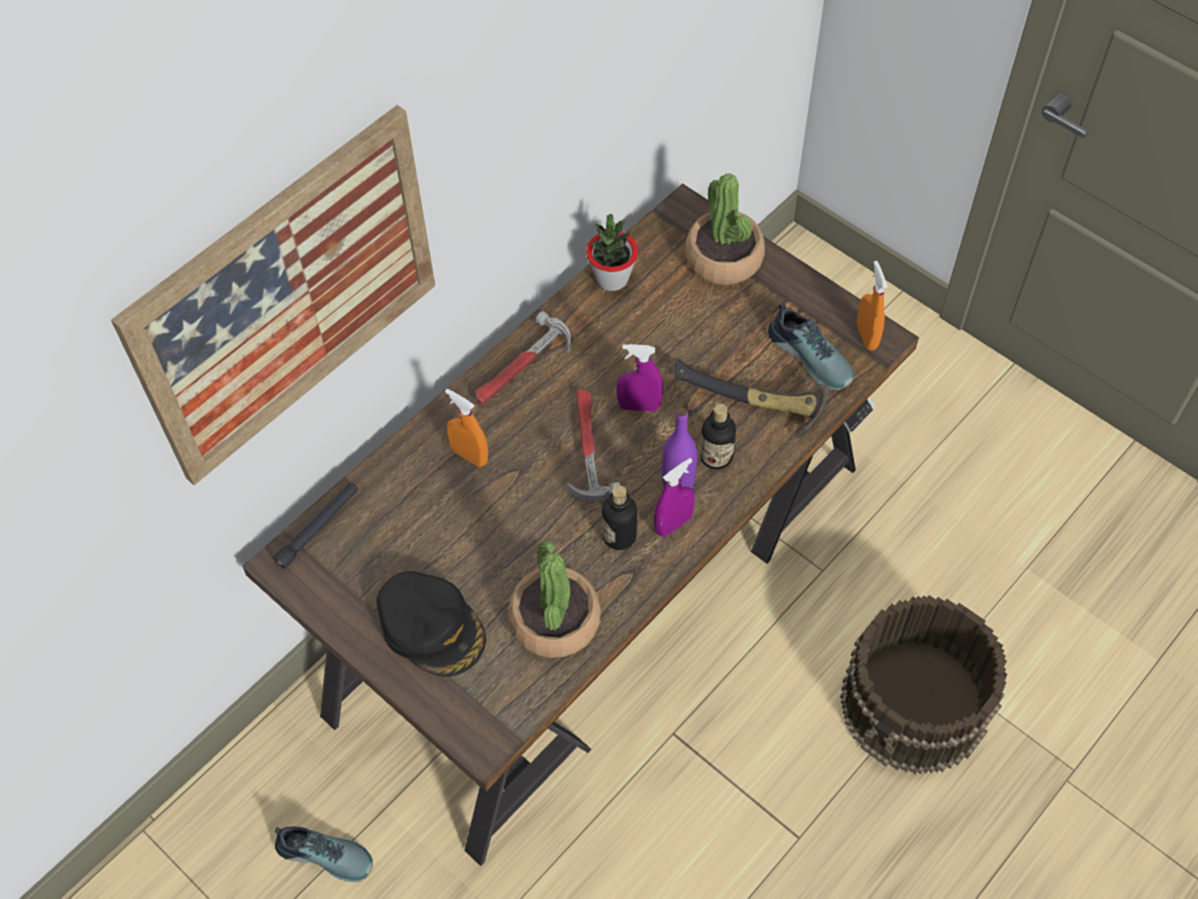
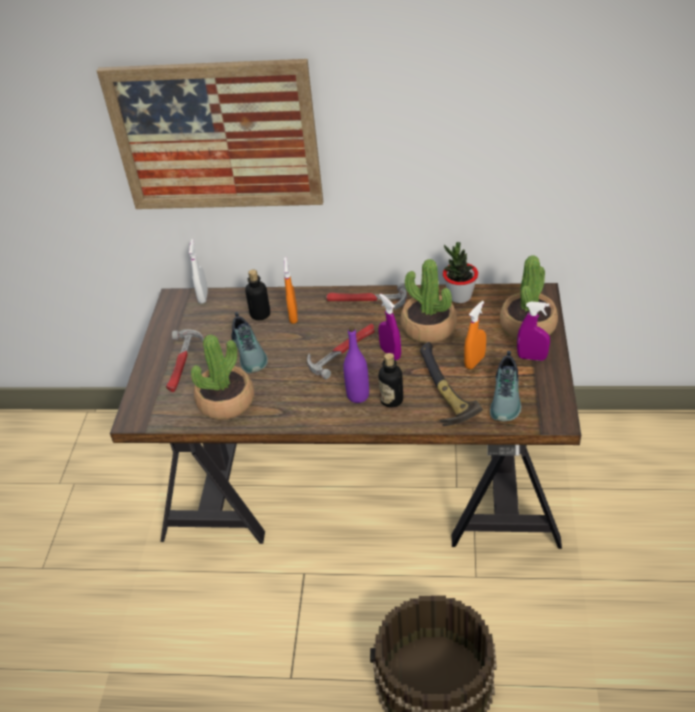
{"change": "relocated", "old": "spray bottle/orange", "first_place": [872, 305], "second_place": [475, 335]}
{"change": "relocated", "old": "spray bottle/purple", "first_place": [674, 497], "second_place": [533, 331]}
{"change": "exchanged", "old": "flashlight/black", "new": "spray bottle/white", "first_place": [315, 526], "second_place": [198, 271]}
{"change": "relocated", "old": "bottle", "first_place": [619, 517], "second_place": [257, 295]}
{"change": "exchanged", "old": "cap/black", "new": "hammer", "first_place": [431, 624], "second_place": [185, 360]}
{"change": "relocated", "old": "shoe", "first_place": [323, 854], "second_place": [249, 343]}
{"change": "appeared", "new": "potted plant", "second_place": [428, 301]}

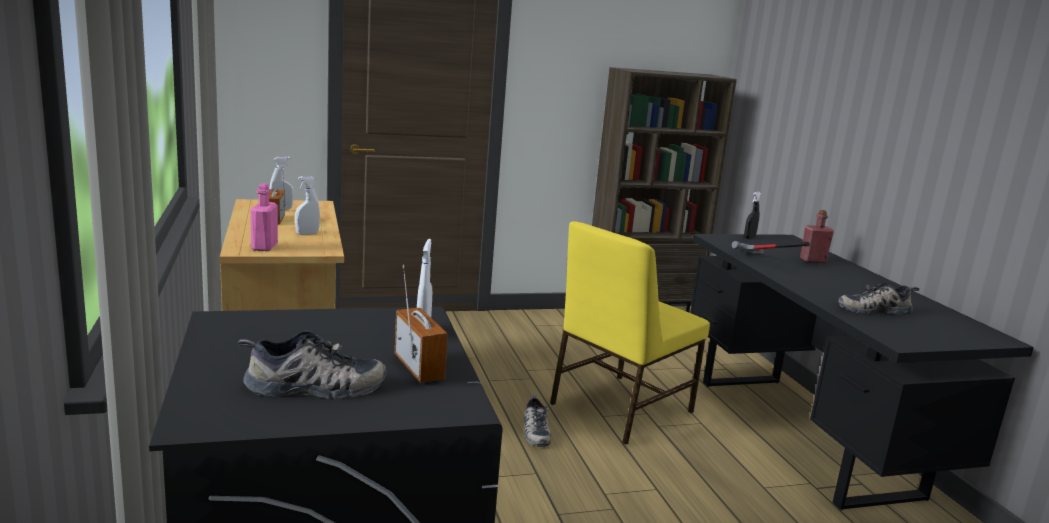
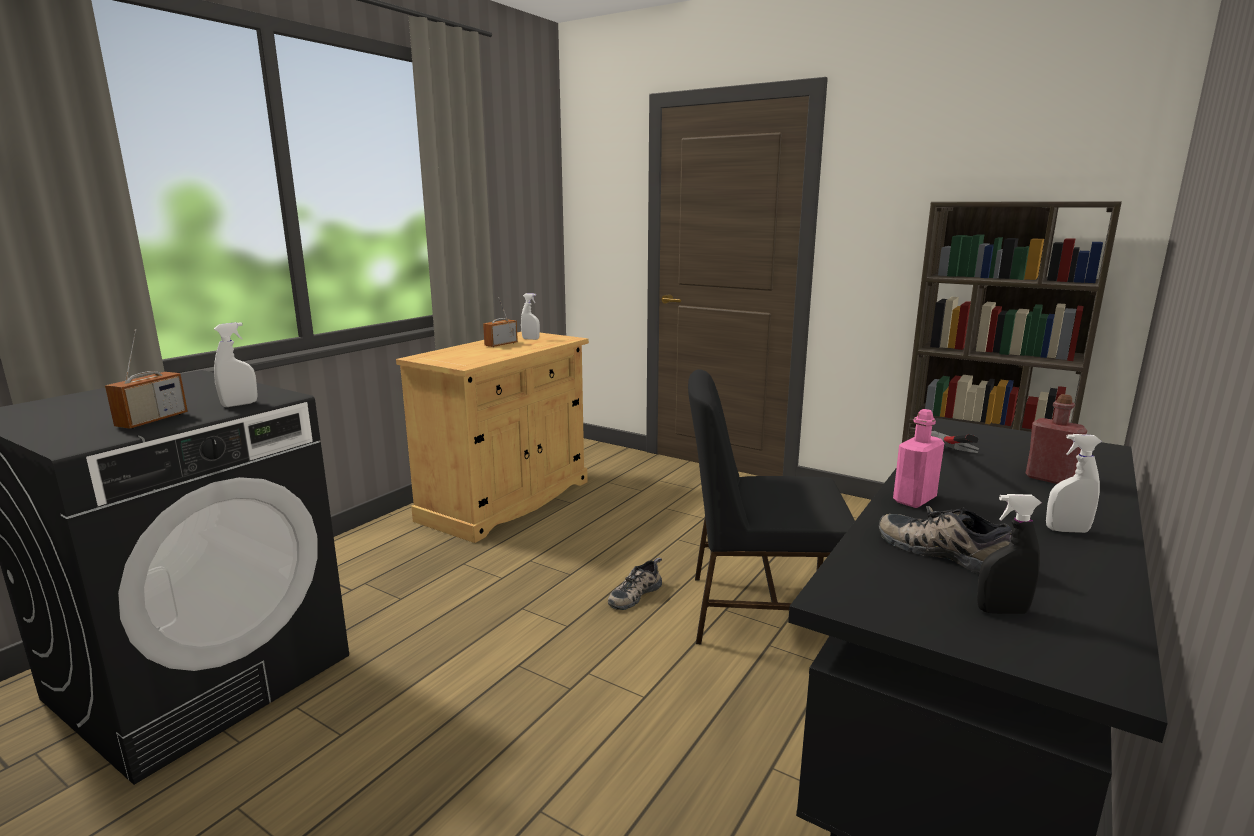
{"change": "relocated", "old": "spray bottle/white", "first_place": [307, 205], "second_place": [1074, 483]}
{"change": "relocated", "old": "bottle/pink", "first_place": [264, 217], "second_place": [918, 458]}
{"change": "relocated", "old": "spray bottle/black", "first_place": [752, 215], "second_place": [1009, 554]}
{"change": "colour", "old": "chair/yellow", "new": "chair/black", "first_place": [630, 333], "second_place": [771, 506]}
{"change": "missing", "old": "shoe", "first_place": [312, 364]}

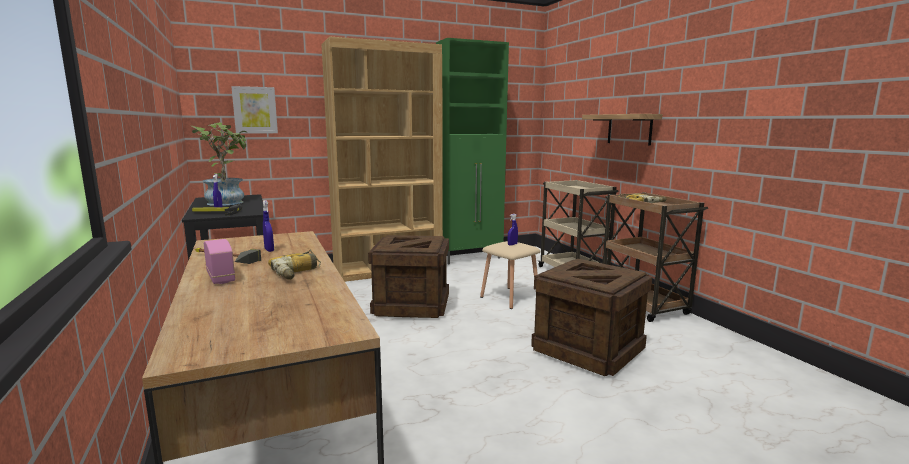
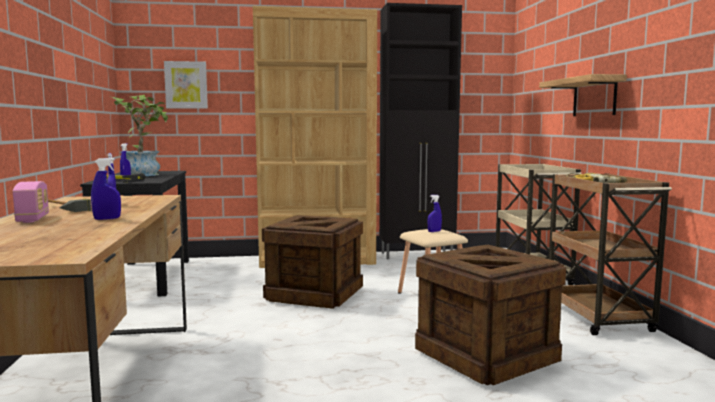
{"change": "colour", "old": "cabinet/green", "new": "cabinet/black", "first_place": [472, 151], "second_place": [420, 131]}
{"change": "exchanged", "old": "power drill", "new": "spray bottle/blue", "first_place": [294, 264], "second_place": [106, 189]}

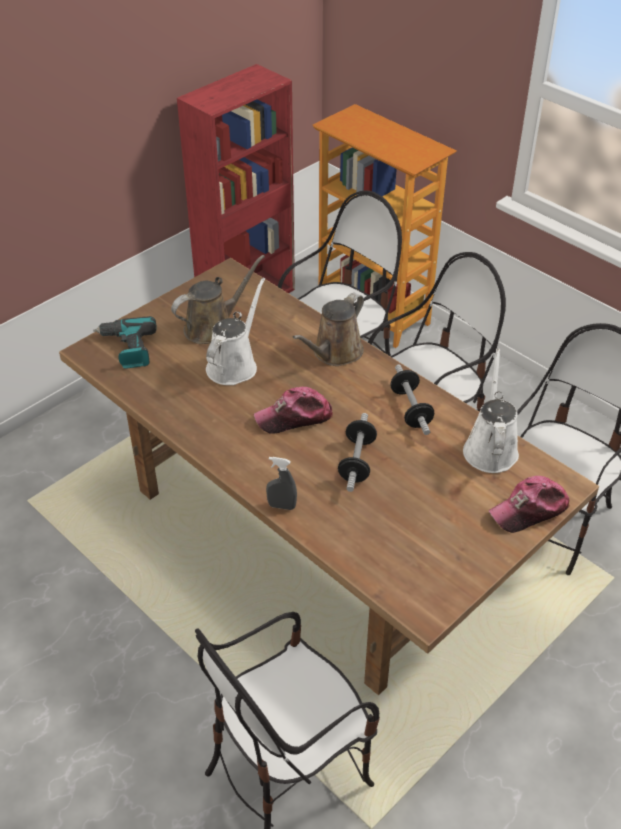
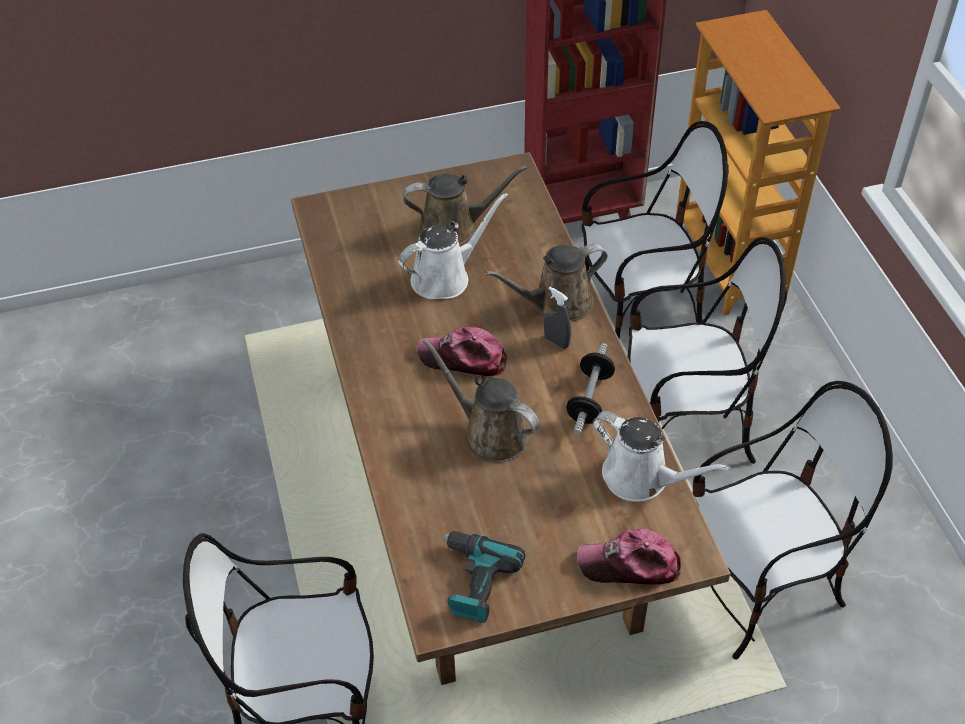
{"change": "relocated", "old": "power drill", "first_place": [125, 342], "second_place": [482, 577]}
{"change": "spun", "old": "watering can/white", "first_place": [491, 410], "second_place": [661, 456], "degrees": 90}
{"change": "exchanged", "old": "dumbbell", "new": "watering can/brown", "first_place": [357, 452], "second_place": [481, 400]}
{"change": "relocated", "old": "spray bottle/grey", "first_place": [281, 483], "second_place": [557, 318]}

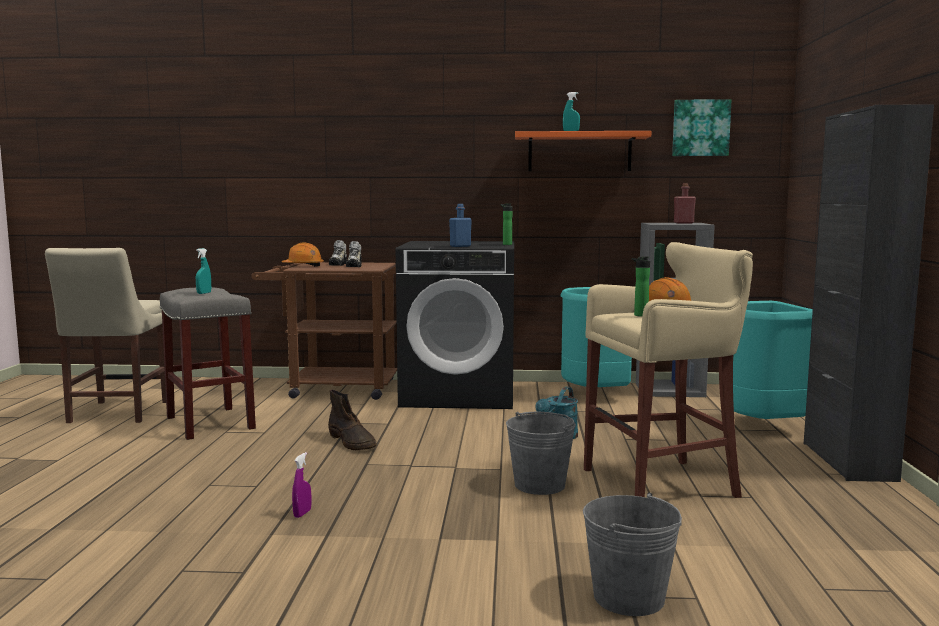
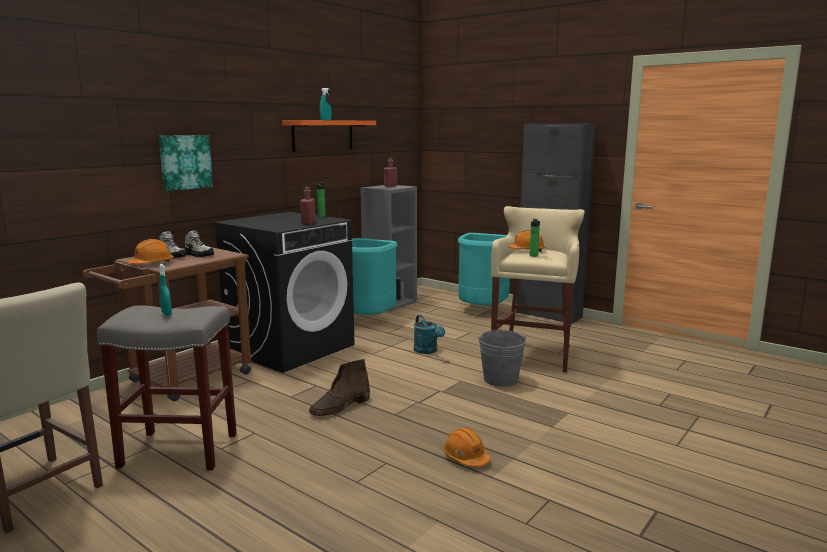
{"change": "relocated", "old": "picture", "first_place": [701, 127], "second_place": [186, 163]}
{"change": "colour", "old": "bottle/blue", "new": "bottle/red", "first_place": [460, 225], "second_place": [307, 206]}
{"change": "spun", "old": "boot/brown", "first_place": [352, 419], "second_place": [339, 387], "degrees": 135}
{"change": "exchanged", "old": "spray bottle/purple", "new": "hard hat/orange", "first_place": [301, 485], "second_place": [467, 447]}
{"change": "missing", "old": "bucket/grey", "first_place": [632, 554]}

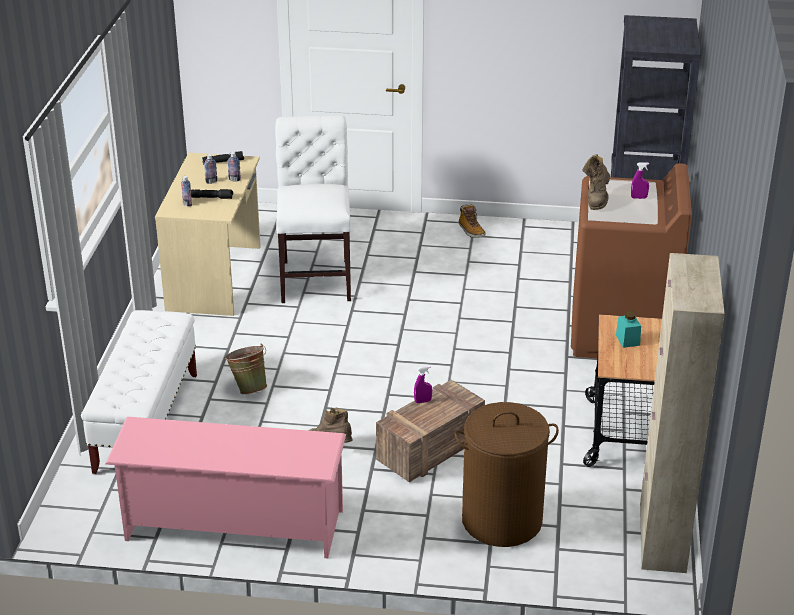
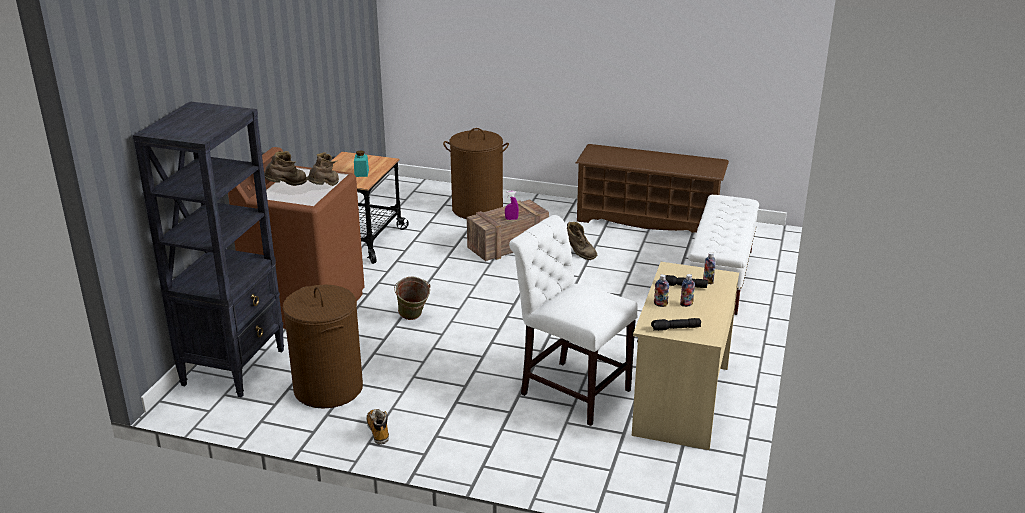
{"change": "spun", "old": "chair/white", "first_place": [313, 209], "second_place": [573, 320], "degrees": 120}
{"change": "exchanged", "old": "spray bottle/purple", "new": "boot/brown", "first_place": [640, 180], "second_place": [285, 168]}
{"change": "missing", "old": "cabinet/beige", "first_place": [682, 413]}
{"change": "relocated", "old": "bucket/green", "first_place": [246, 368], "second_place": [412, 298]}
{"change": "colour", "old": "shoe rack/pink", "new": "shoe rack/brown", "first_place": [226, 487], "second_place": [652, 188]}
{"change": "appeared", "new": "laundry basket/brown", "second_place": [323, 347]}

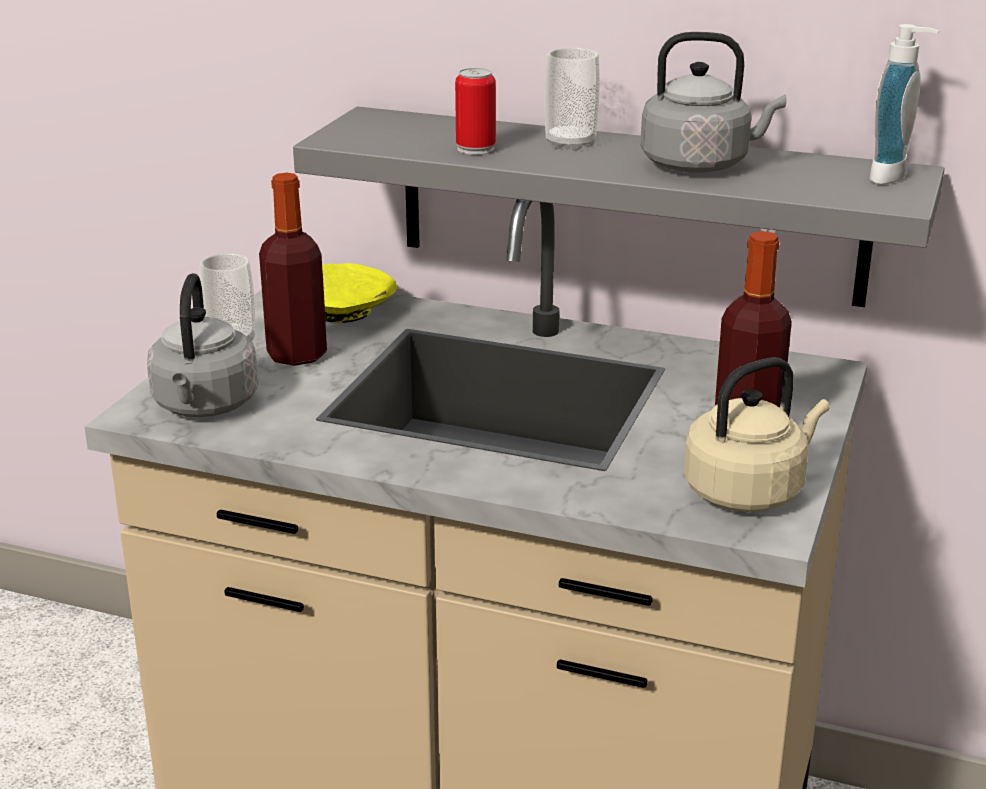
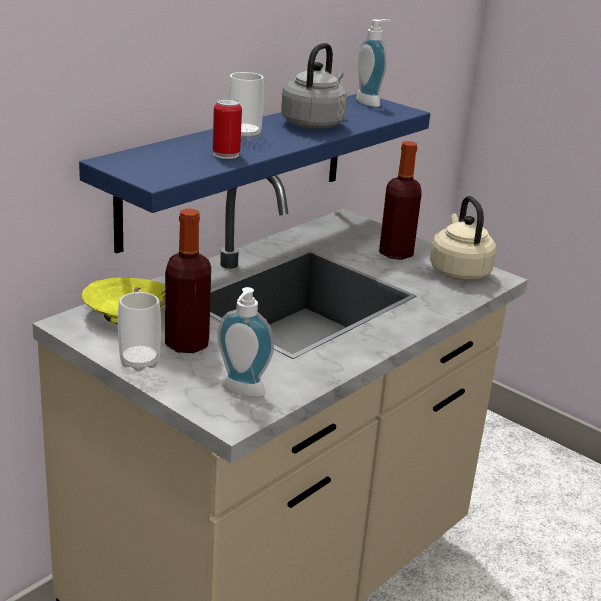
{"change": "colour", "old": "shelf/grey", "new": "shelf/blue", "first_place": [619, 207], "second_place": [254, 174]}
{"change": "exchanged", "old": "kettle/grey", "new": "soap dispenser", "first_place": [203, 345], "second_place": [245, 342]}

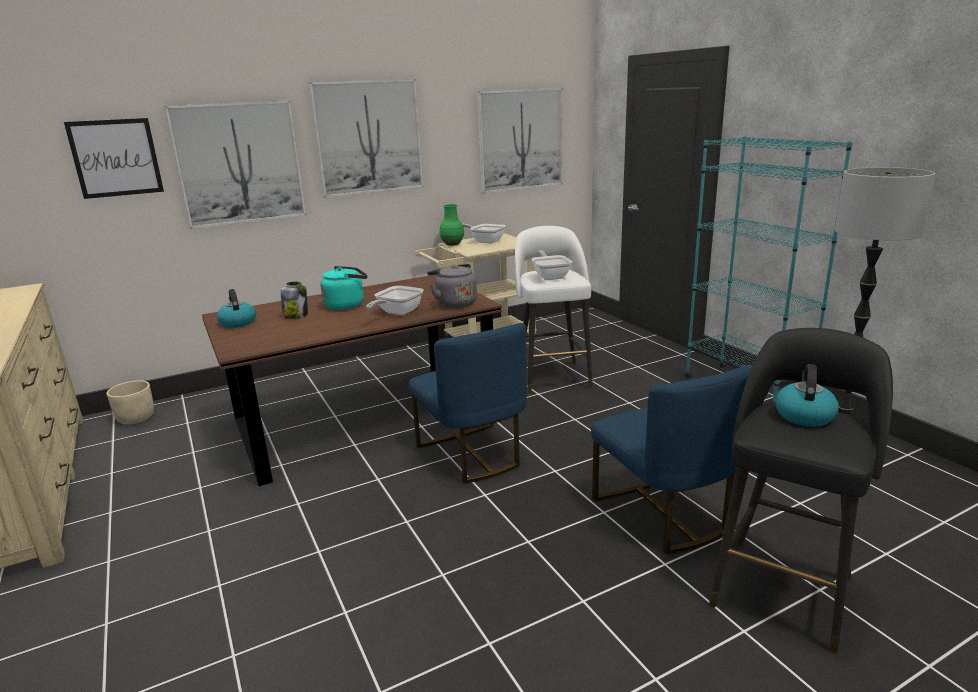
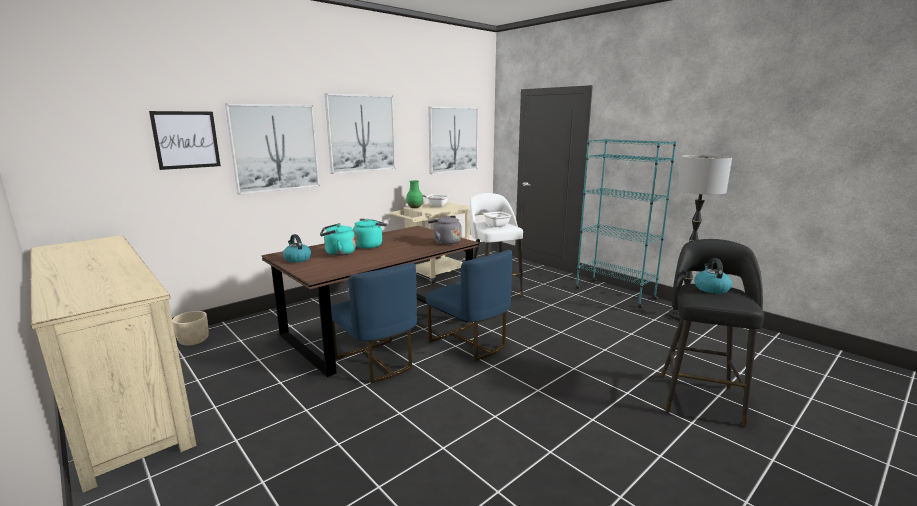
{"change": "exchanged", "old": "jar", "new": "kettle/turquoise", "first_place": [294, 300], "second_place": [338, 239]}
{"change": "missing", "old": "frying pan", "first_place": [395, 300]}
{"change": "relocated", "old": "chair/blue", "first_place": [671, 459], "second_place": [374, 323]}

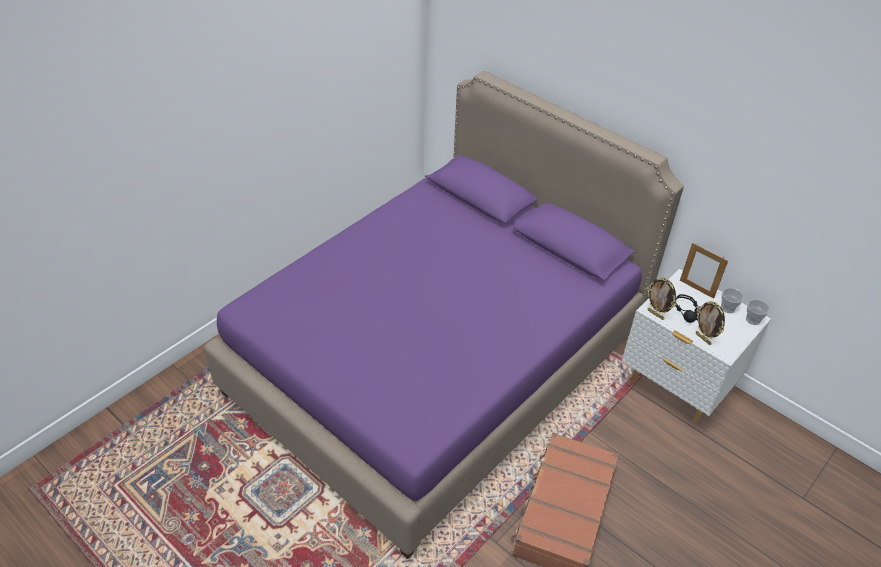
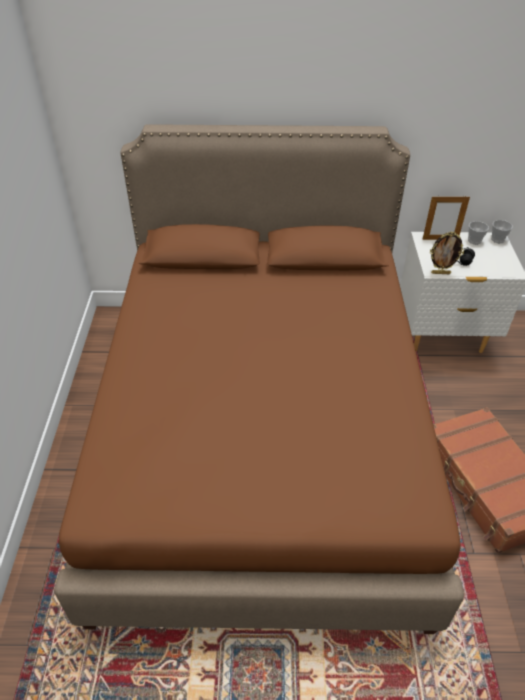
{"change": "colour", "old": "bed/purple", "new": "bed/brown", "first_place": [444, 315], "second_place": [259, 379]}
{"change": "missing", "old": "picture frame", "first_place": [710, 323]}

